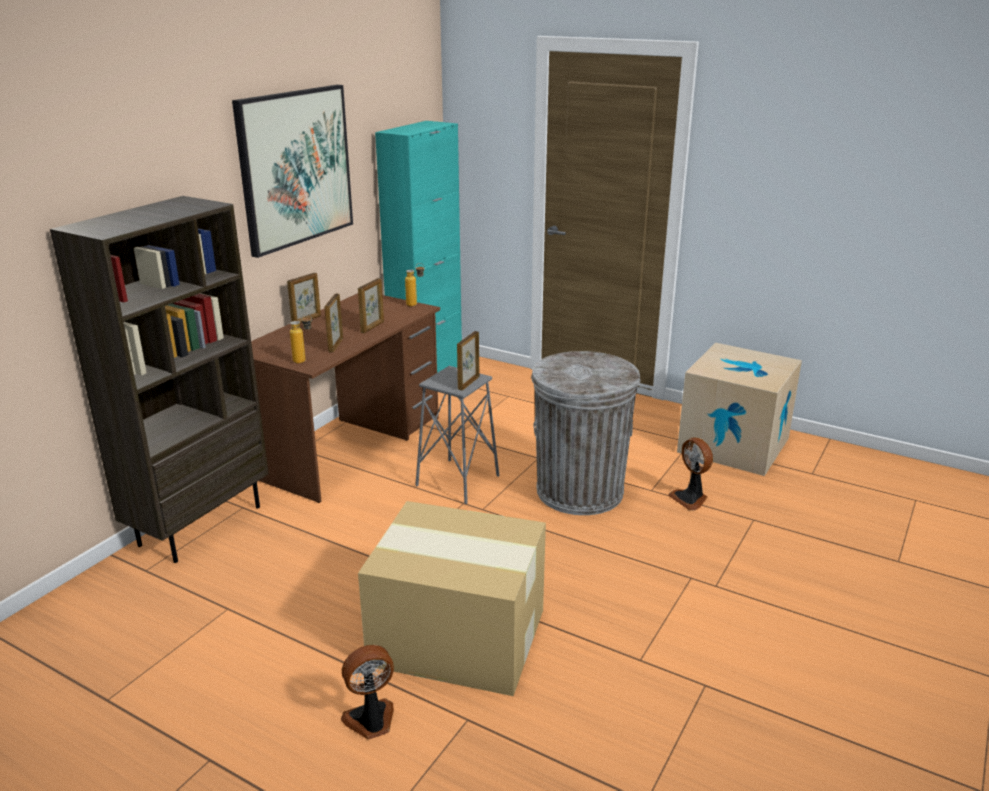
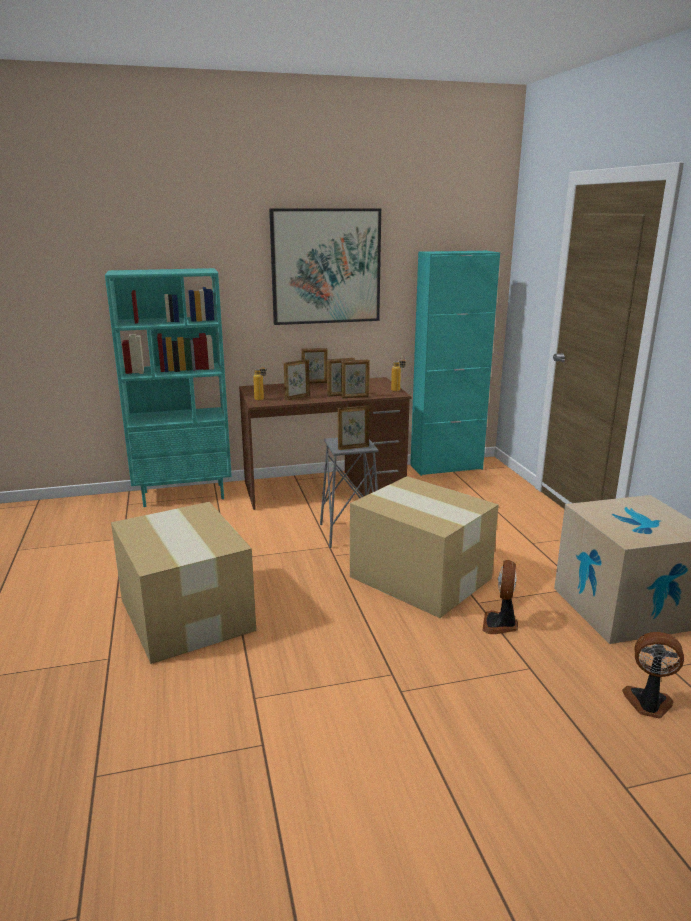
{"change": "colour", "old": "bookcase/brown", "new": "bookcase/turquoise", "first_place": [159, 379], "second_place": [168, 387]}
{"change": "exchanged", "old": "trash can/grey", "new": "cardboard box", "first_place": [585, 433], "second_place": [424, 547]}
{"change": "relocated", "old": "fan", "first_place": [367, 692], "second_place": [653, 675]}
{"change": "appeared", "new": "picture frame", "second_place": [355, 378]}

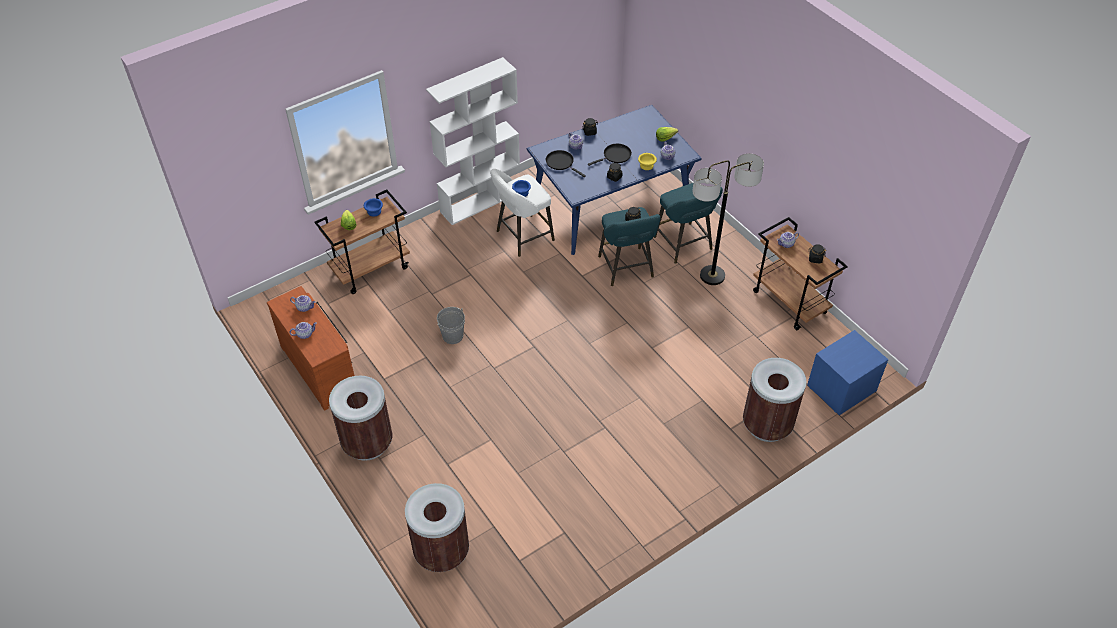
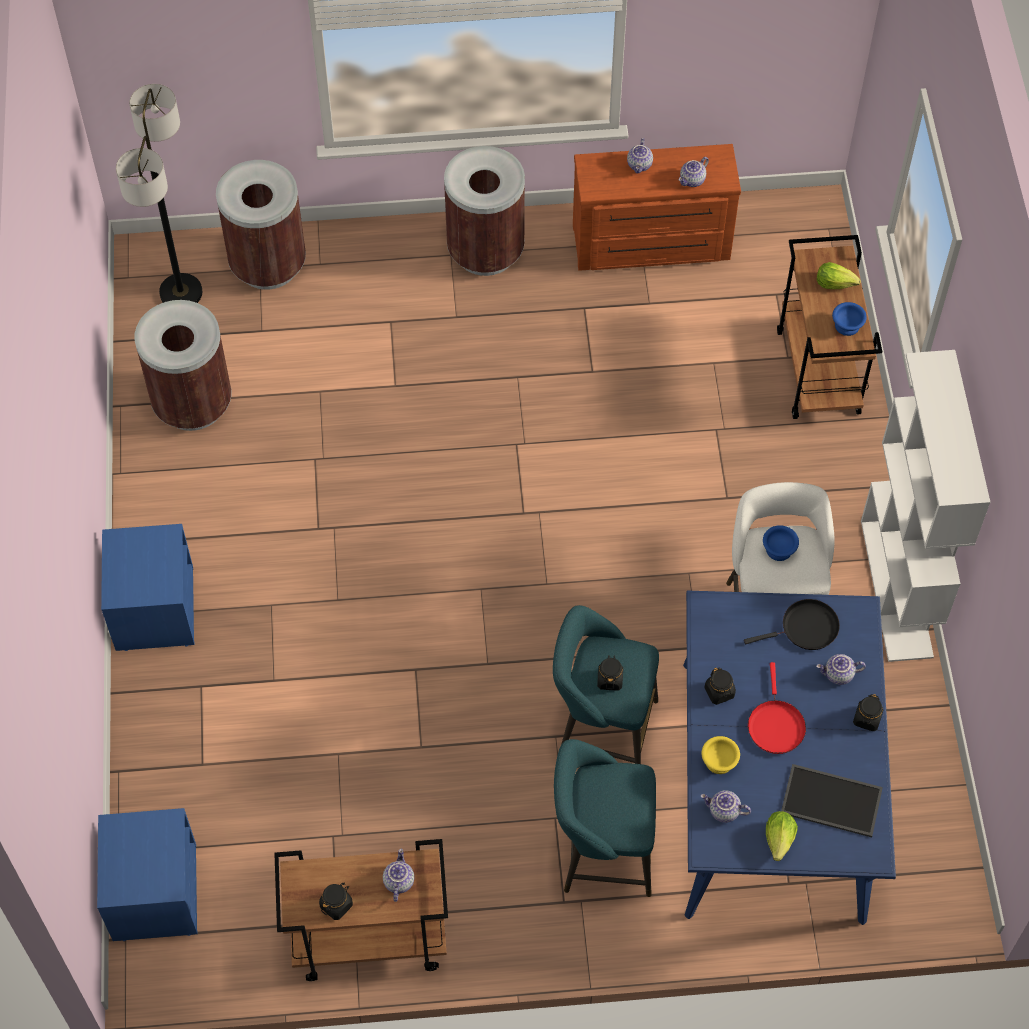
{"change": "colour", "old": "frying pan/black", "new": "frying pan/red", "first_place": [610, 155], "second_place": [777, 708]}
{"change": "relocated", "old": "floor lamp", "first_place": [728, 219], "second_place": [159, 193]}
{"change": "missing", "old": "bucket/grey", "first_place": [451, 325]}
{"change": "relocated", "old": "trash can/brown", "first_place": [774, 400], "second_place": [182, 365]}
{"change": "appeared", "new": "nightstand/blue", "second_place": [147, 587]}
{"change": "appeared", "new": "tray", "second_place": [832, 800]}

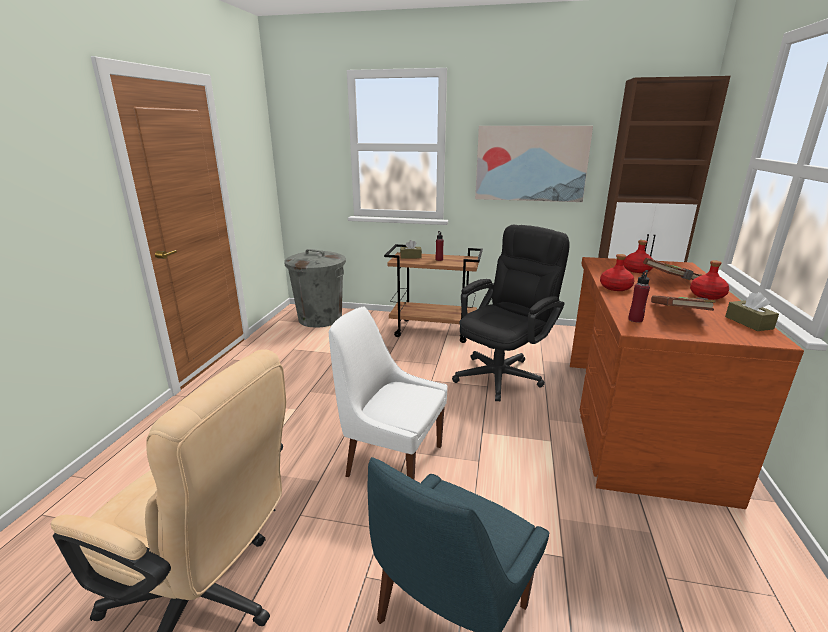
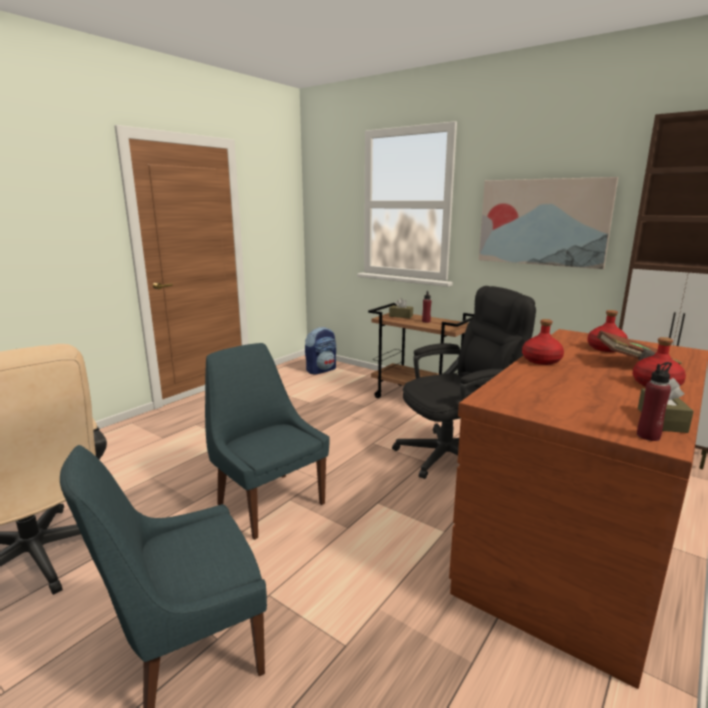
{"change": "exchanged", "old": "trash can/grey", "new": "backpack", "first_place": [315, 288], "second_place": [320, 351]}
{"change": "relocated", "old": "bottle/red", "first_place": [639, 296], "second_place": [654, 401]}
{"change": "missing", "old": "book/brown", "first_place": [683, 303]}
{"change": "colour", "old": "chair/white", "new": "chair/blue", "first_place": [388, 393], "second_place": [267, 441]}

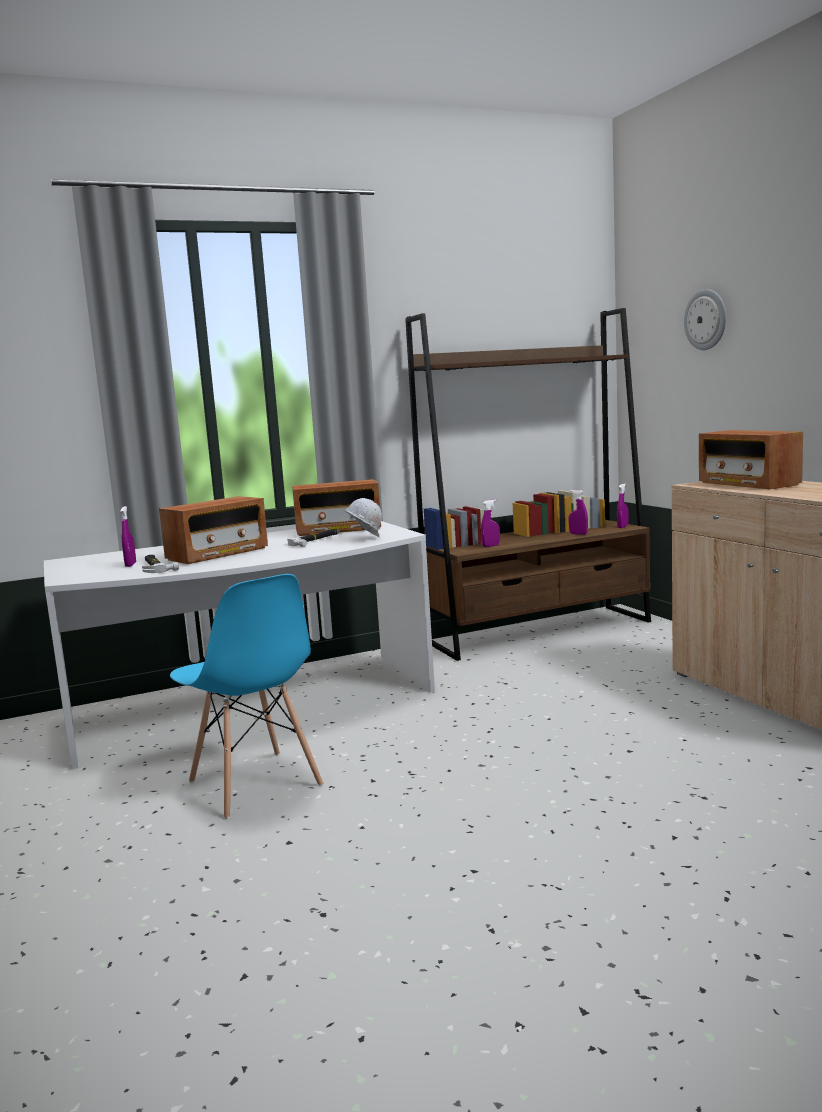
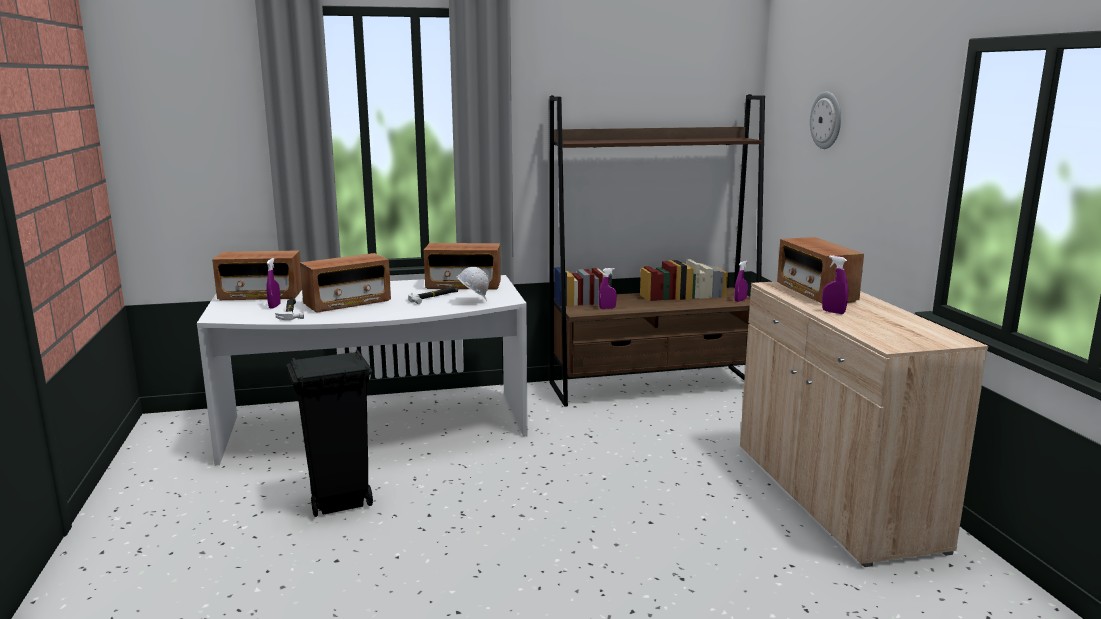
{"change": "relocated", "old": "spray bottle/purple", "first_place": [578, 512], "second_place": [835, 285]}
{"change": "exchanged", "old": "chair/blue", "new": "trash can/black", "first_place": [246, 696], "second_place": [329, 433]}
{"change": "appeared", "new": "radio", "second_place": [257, 275]}

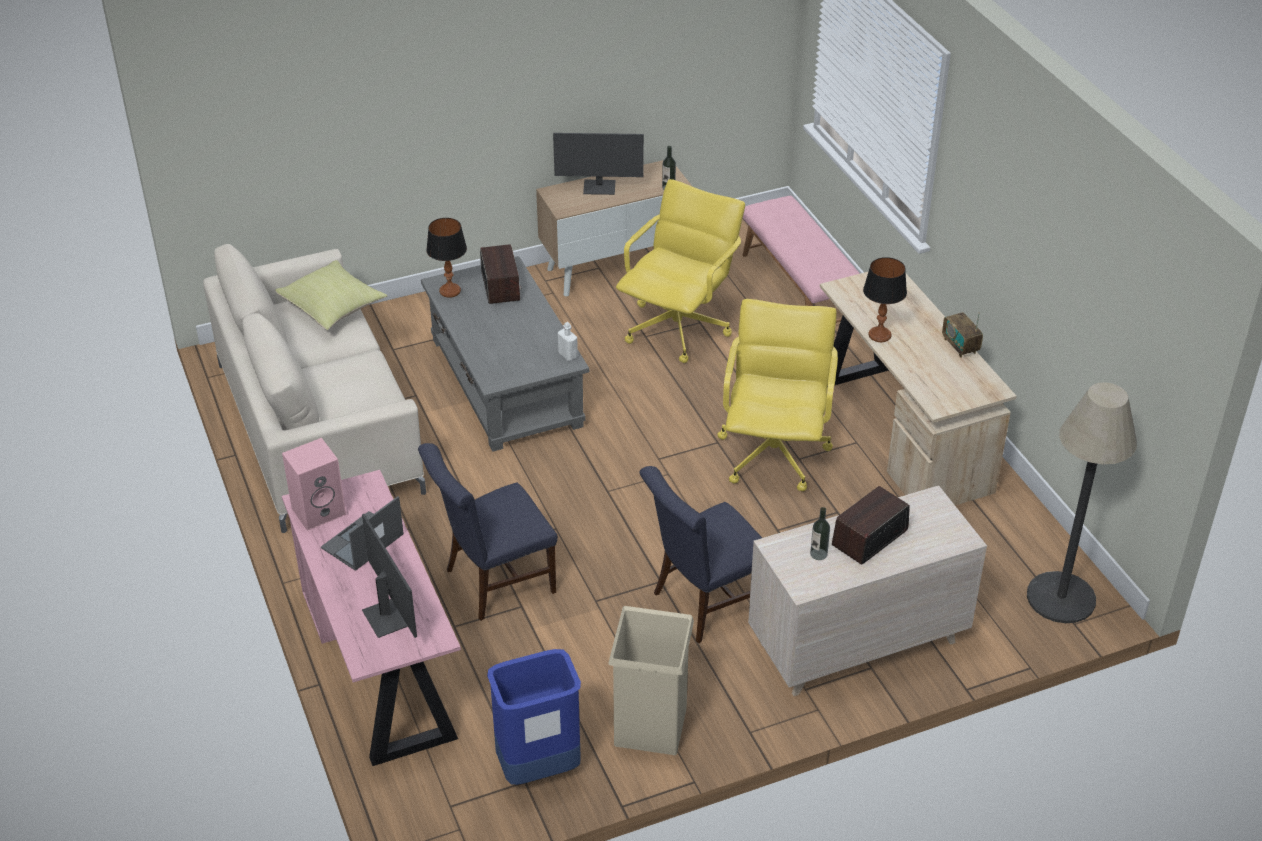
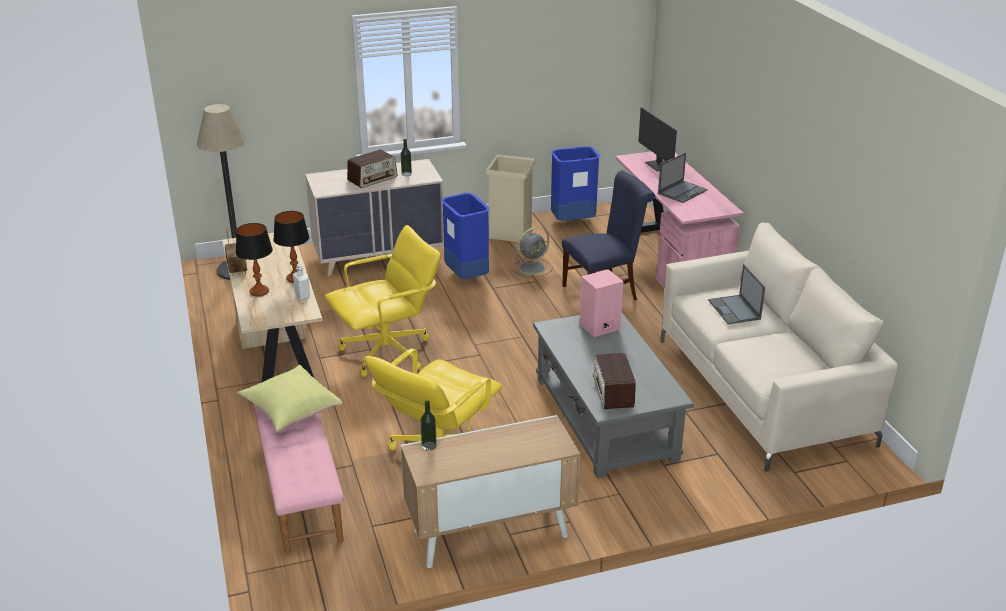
{"change": "missing", "old": "monitor", "first_place": [598, 164]}
{"change": "relocated", "old": "table lamp", "first_place": [446, 258], "second_place": [254, 260]}
{"change": "relocated", "old": "pillow/yellow", "first_place": [331, 295], "second_place": [289, 398]}
{"change": "spun", "old": "office chair/yellow", "first_place": [777, 395], "second_place": [383, 301], "degrees": -135}
{"change": "relocated", "old": "bottle/white", "first_place": [568, 341], "second_place": [301, 281]}
{"change": "relocated", "old": "speaker/pink", "first_place": [314, 484], "second_place": [601, 303]}
{"change": "exchanged", "old": "chair/blue", "new": "trash can/blue", "first_place": [700, 554], "second_place": [465, 236]}
{"change": "appeared", "new": "fan/grey", "second_place": [532, 252]}
{"change": "appeared", "new": "laptop", "second_place": [736, 294]}

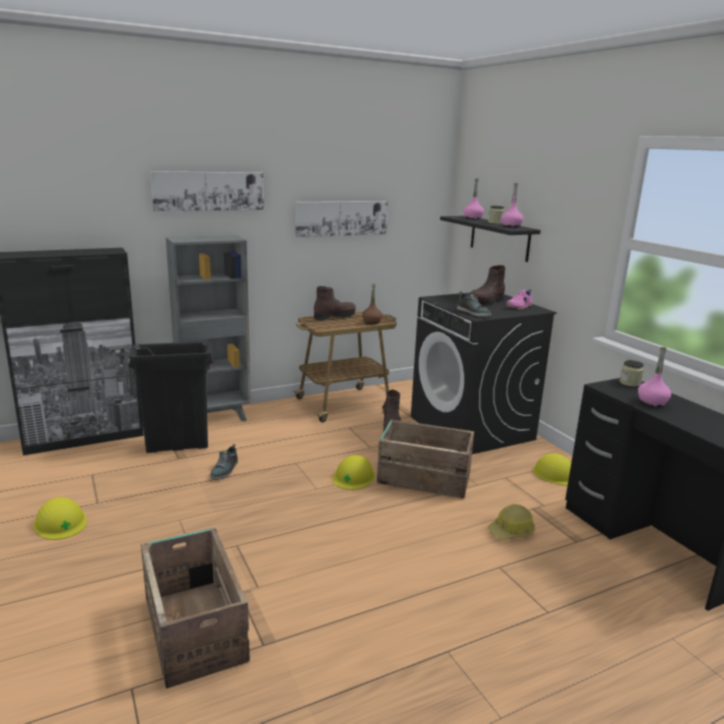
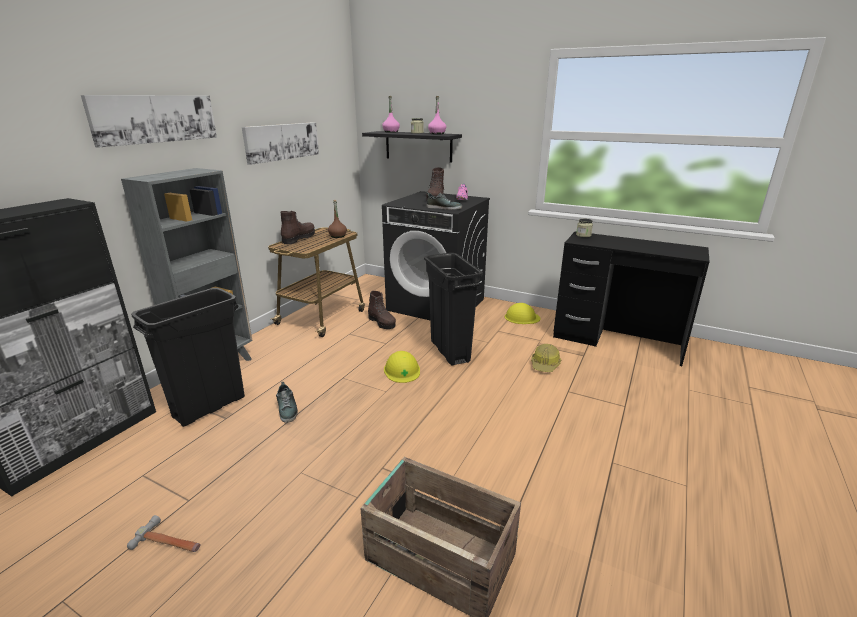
{"change": "missing", "old": "bottle/pink", "first_place": [654, 377]}
{"change": "exchanged", "old": "crate", "new": "trash can/black", "first_place": [425, 458], "second_place": [453, 309]}
{"change": "exchanged", "old": "hard hat/yellow", "new": "hammer", "first_place": [60, 518], "second_place": [164, 533]}

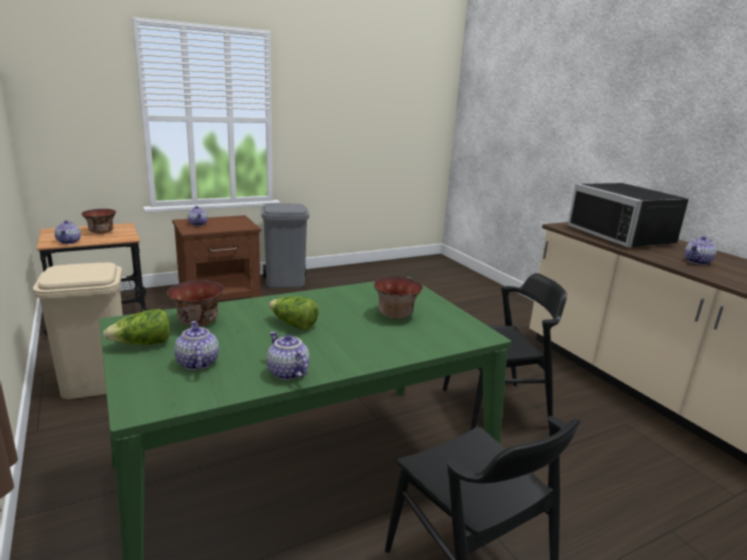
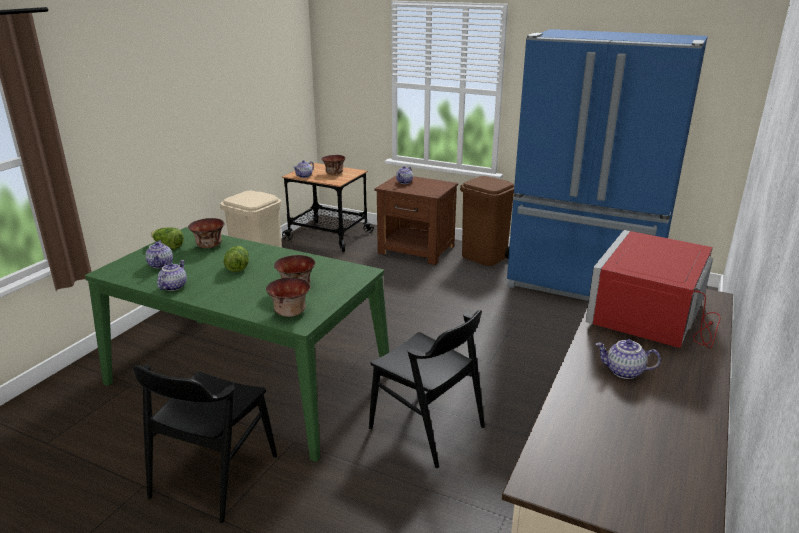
{"change": "colour", "old": "microwave/black", "new": "microwave/red", "first_place": [628, 215], "second_place": [653, 289]}
{"change": "colour", "old": "trash can/grey", "new": "trash can/brown", "first_place": [285, 245], "second_place": [487, 221]}
{"change": "spun", "old": "teapot", "first_place": [196, 345], "second_place": [159, 254], "degrees": 135}
{"change": "appeared", "new": "fridge/blue", "second_place": [607, 165]}
{"change": "appeared", "new": "bowl", "second_place": [288, 297]}

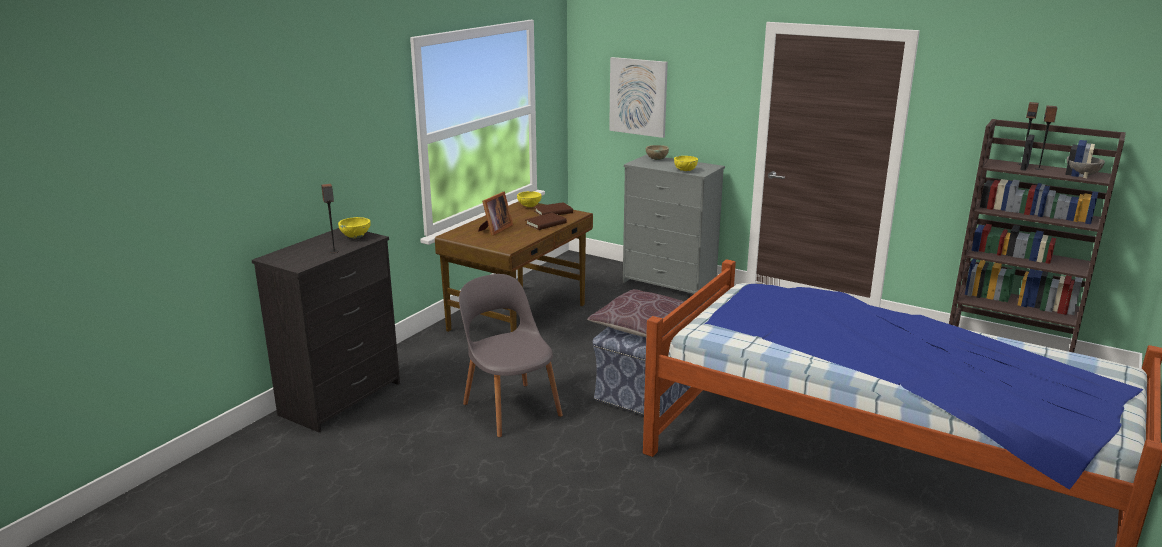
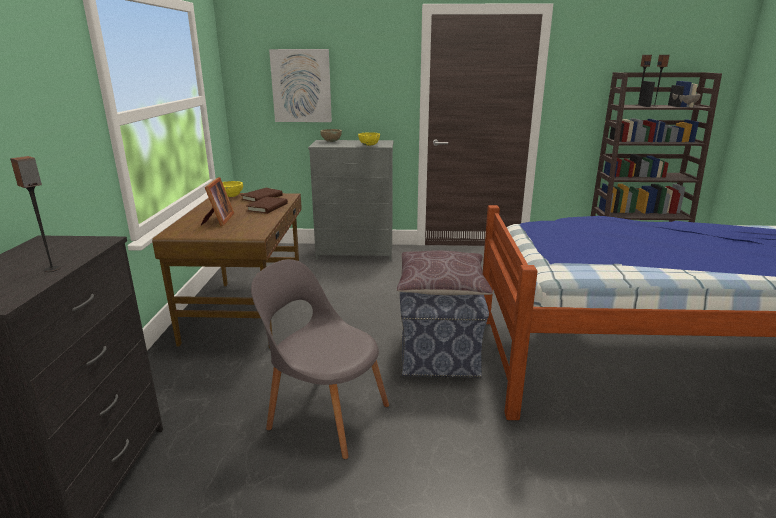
{"change": "missing", "old": "bowl/yellow", "first_place": [354, 227]}

